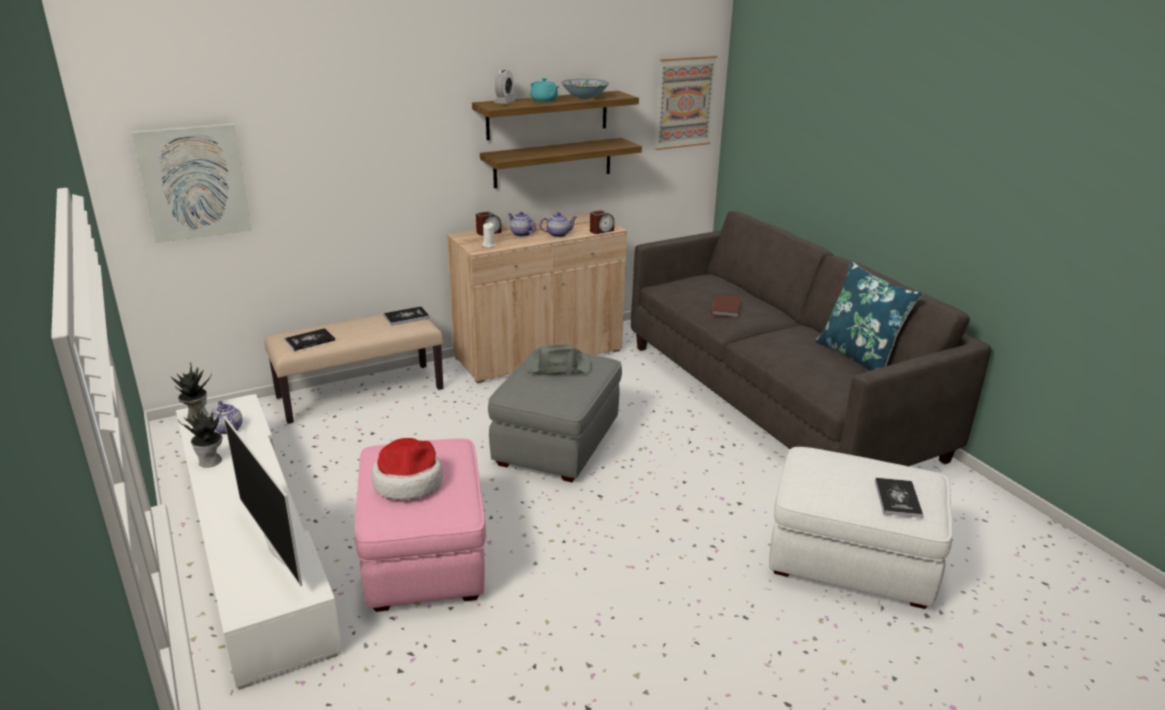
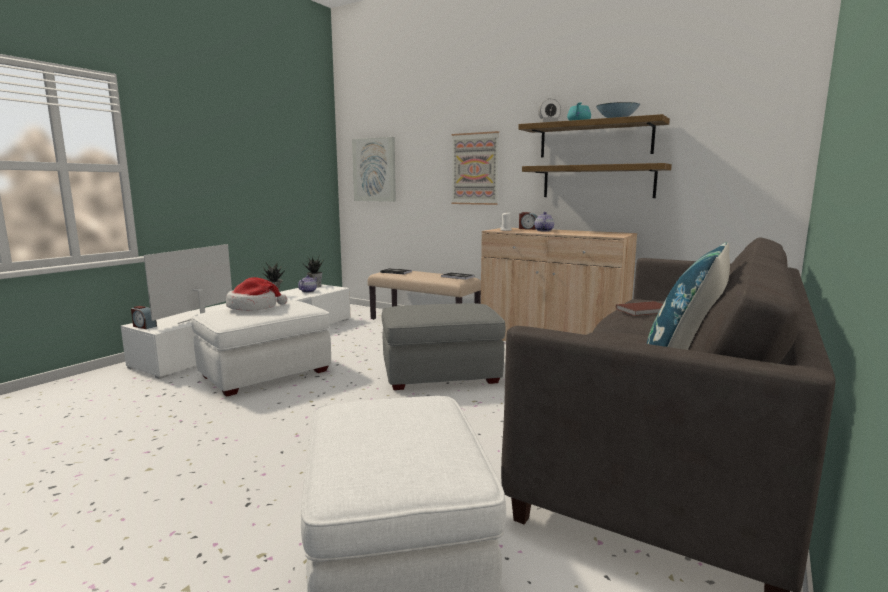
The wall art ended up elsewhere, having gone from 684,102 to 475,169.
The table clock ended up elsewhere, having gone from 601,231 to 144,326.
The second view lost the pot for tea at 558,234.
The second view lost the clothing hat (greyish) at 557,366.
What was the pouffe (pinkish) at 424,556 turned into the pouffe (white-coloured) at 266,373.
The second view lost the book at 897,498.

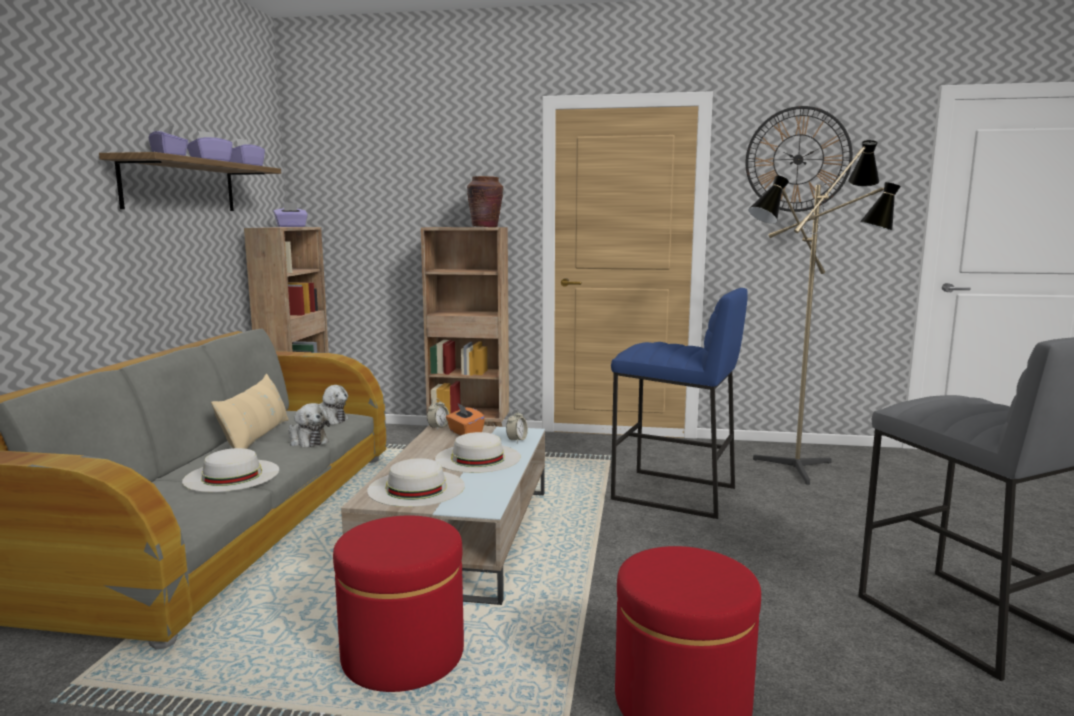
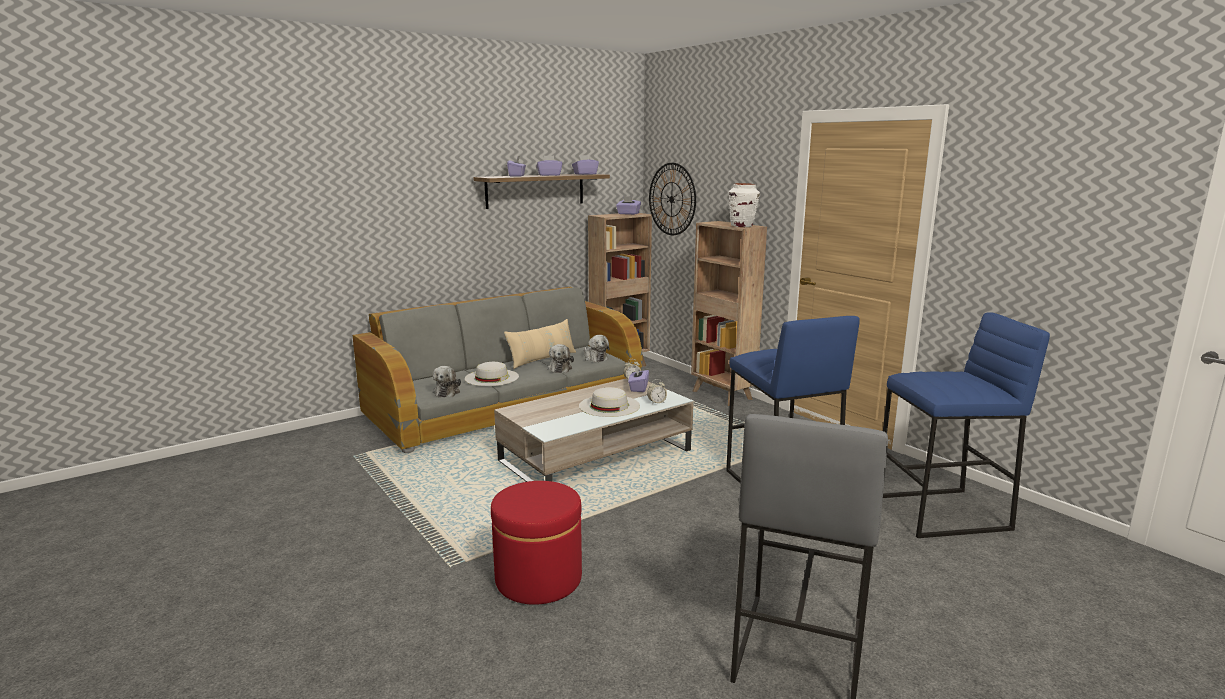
The clock on the wall ended up elsewhere, having gone from 798,159 to 672,199.
Where the floor lamp stood at 804,471, the sitting stool (bluish) came to stand at 942,513.
What was the decorative vase (brownish) at 485,227 turned into the decorative vase (white-coloured) at 742,226.
What was the box of tissues (orangey) at 465,433 turned into the box of tissues (purple) at 638,388.
The second view lost the clothing hat (white-coloured) at 416,488.
The second view lost the pouffe (red) at 403,654.
The second view gained the soft toy at 447,391.

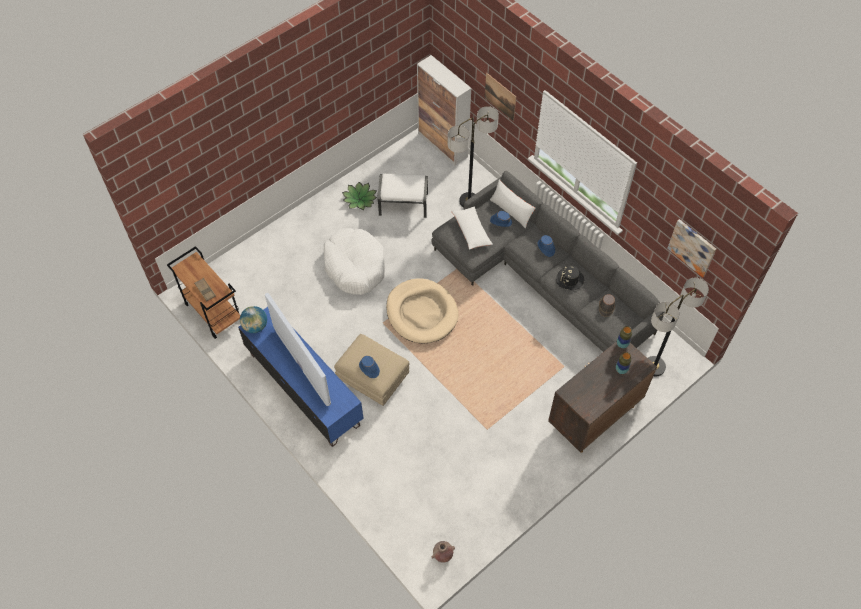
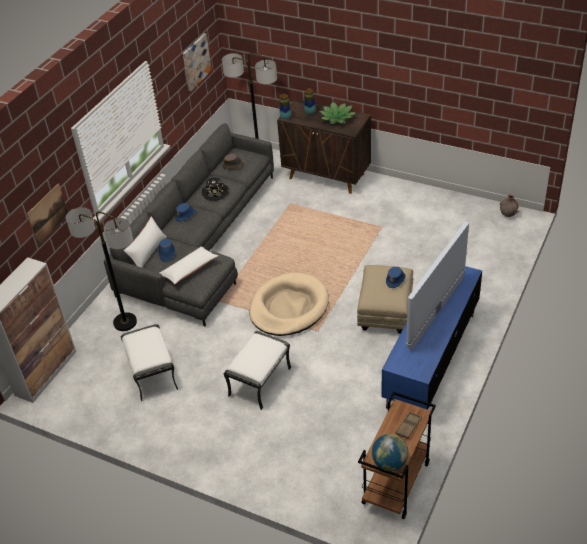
The houseplant ended up elsewhere, having gone from 360,199 to 337,118.
Where the dog cushion (white-coloured) stood at 355,266, the pouffe (white-coloured) came to stand at 259,381.
The world globe ended up elsewhere, having gone from 255,326 to 389,463.

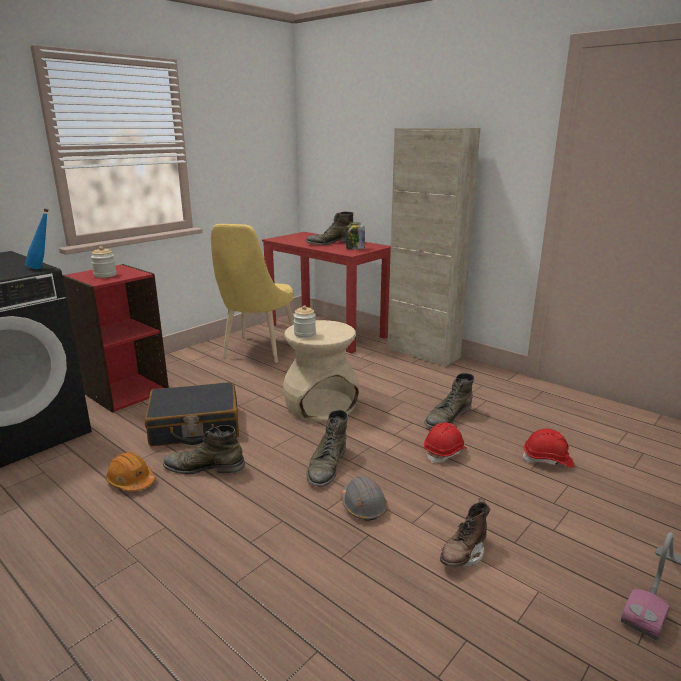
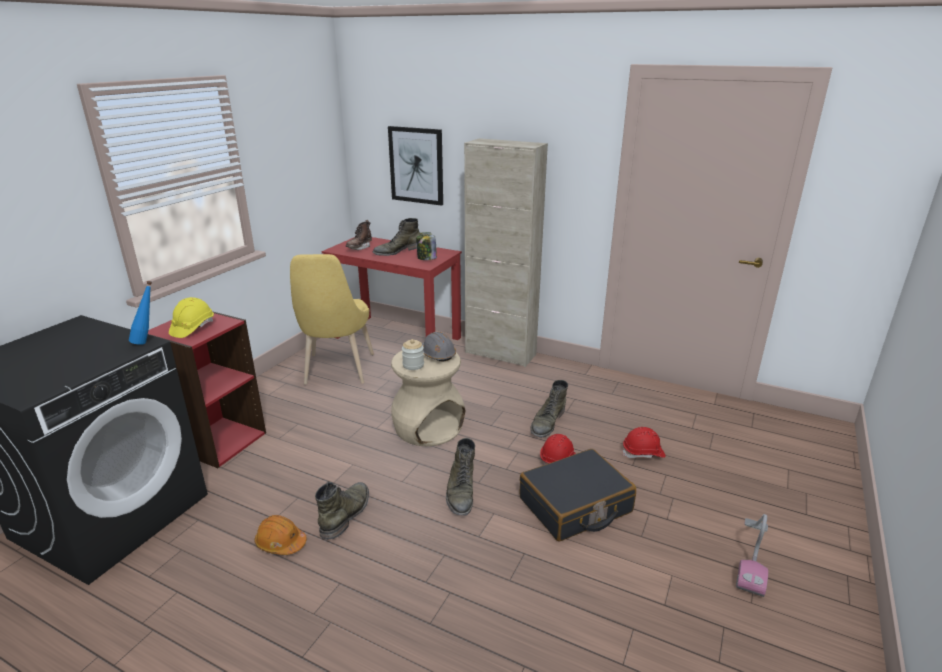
Where the jar stood at 105,275, the safety helmet (yellow) came to stand at 192,328.
The piece of luggage (blackish) ended up elsewhere, having gone from 195,426 to 575,506.
The boot (greenish) at 204,467 ended up facing another way, 120 degrees clockwise from before.
The safety helmet (greyish) ended up elsewhere, having gone from 363,506 to 437,354.
The boot (brownish) ended up elsewhere, having gone from 463,554 to 359,248.
The second view gained the wall art at 416,165.

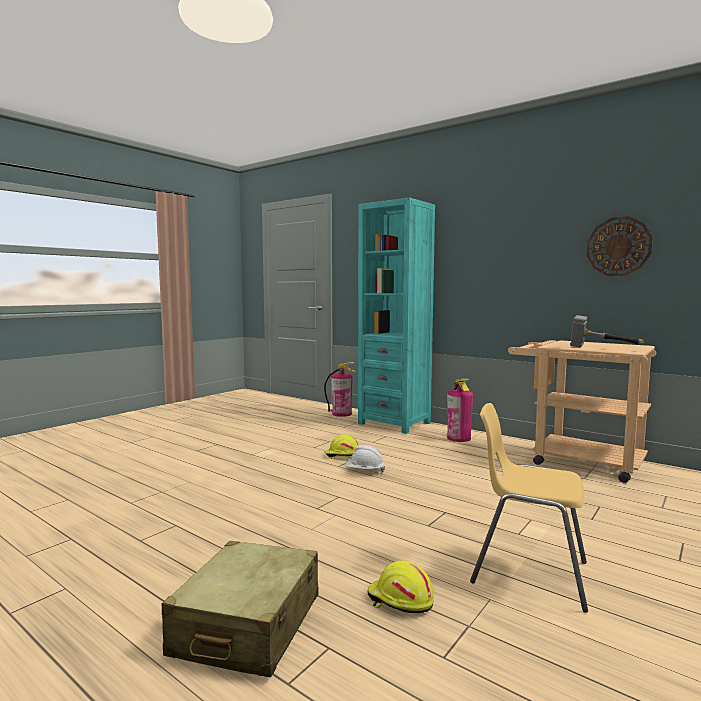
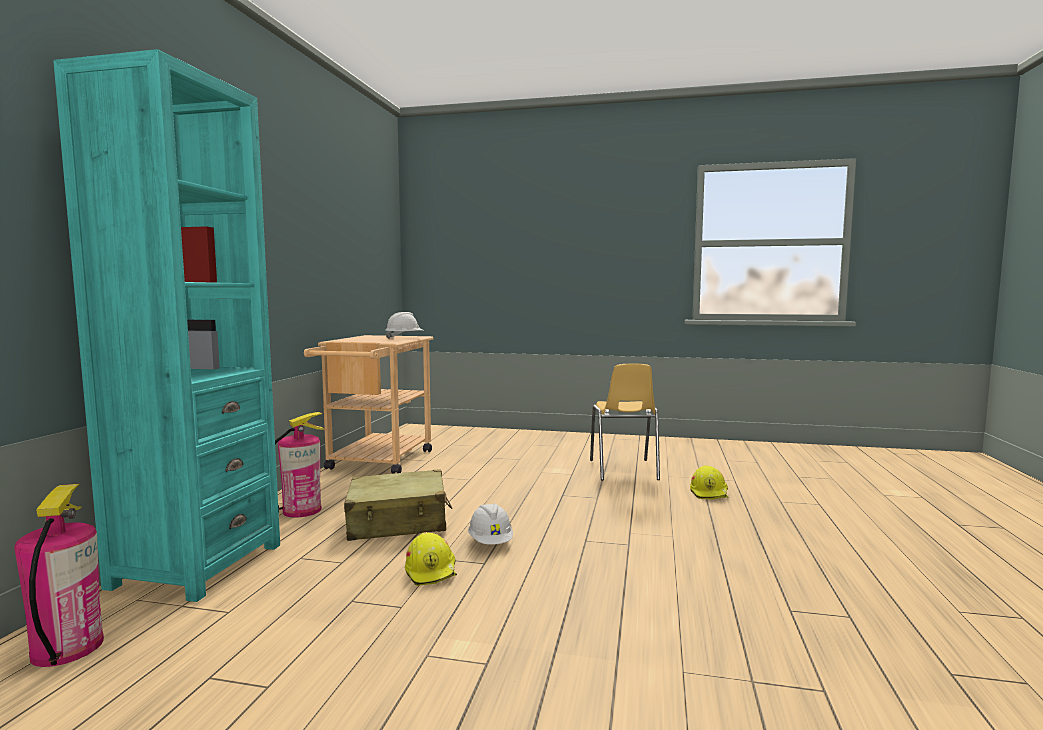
The second view lost the clock on the wall at 618,246.
Where the hammer stood at 602,348, the safety helmet (white-coloured) came to stand at 404,338.
The piece of luggage (beige) ended up elsewhere, having gone from 247,625 to 398,522.

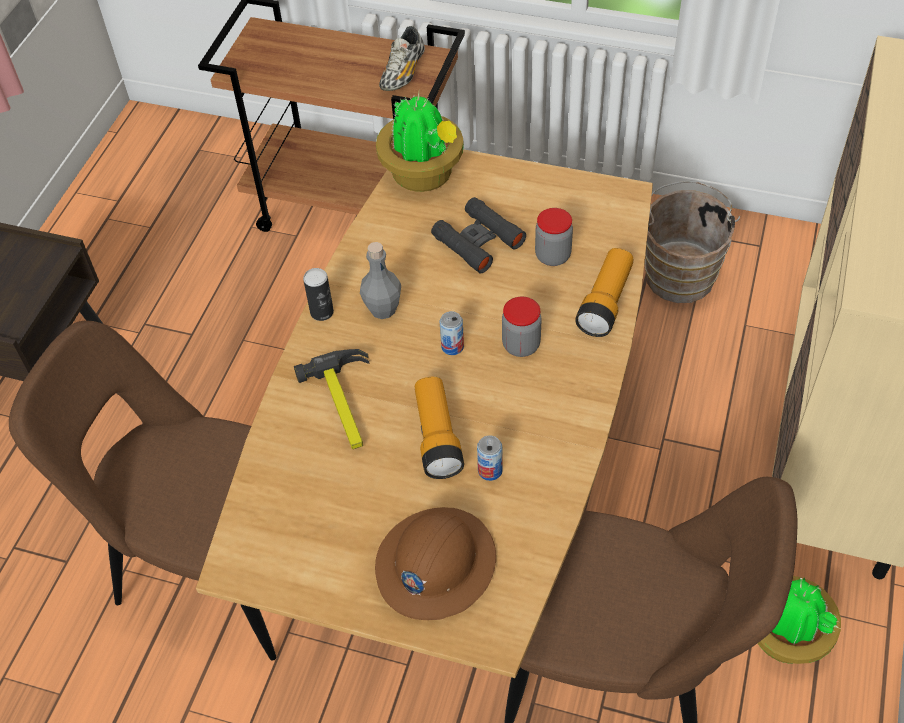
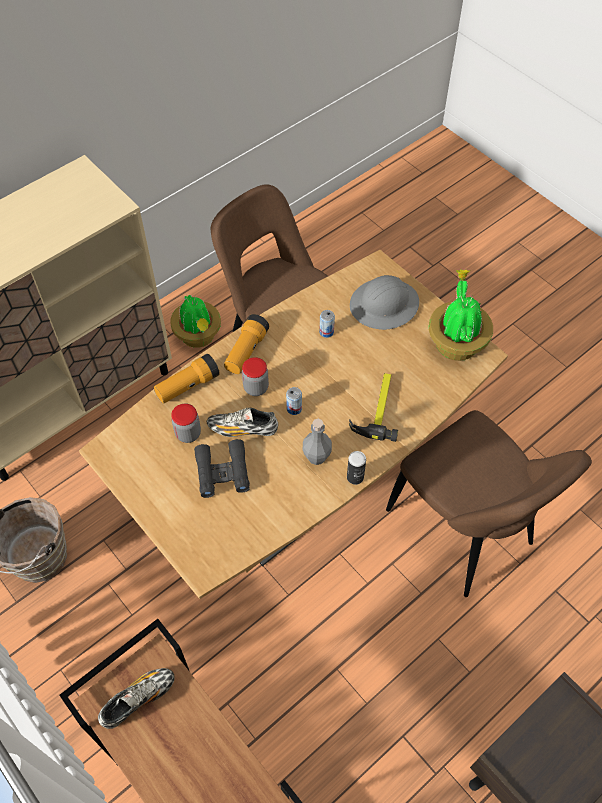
The houseplant ended up elsewhere, having gone from 424,175 to 456,342.
The hand torch ended up elsewhere, having gone from 437,437 to 246,351.
What was the safety helmet (brownish) at 435,564 turned into the safety helmet (greyish) at 384,305.
The second view gained the item of footwear at 243,429.

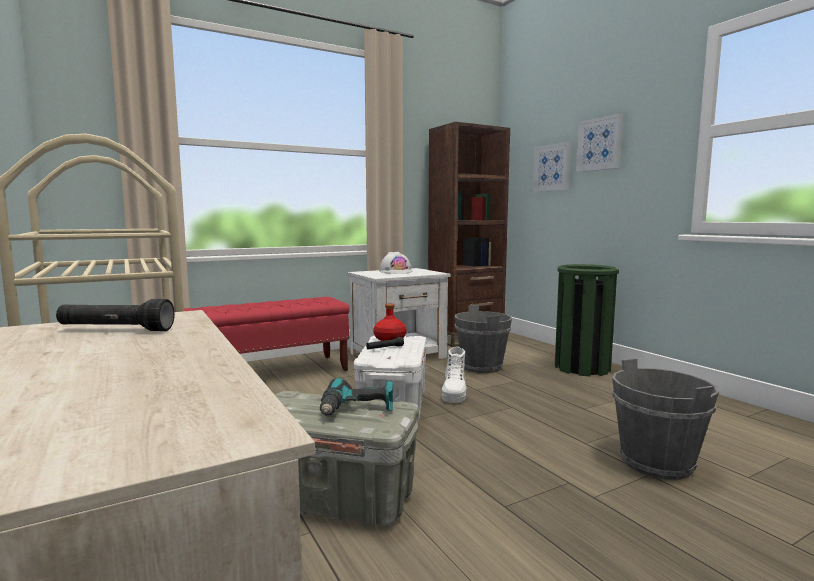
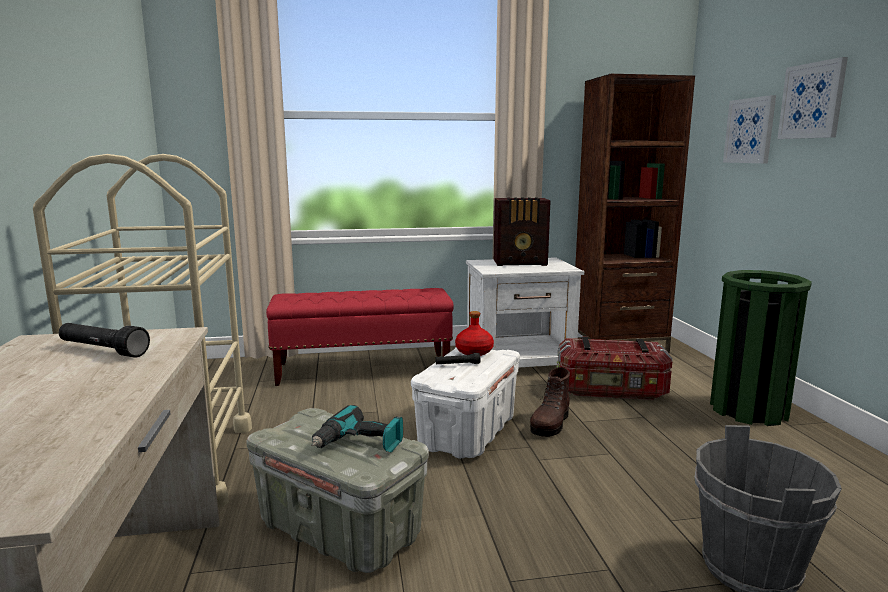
Where the safety helmet (white-coloured) stood at 396,271, the radio receiver came to stand at 521,263.
Where the pail (greyish) stood at 482,367, the storage box came to stand at 611,391.
What was the boot (white-coloured) at 454,394 turned into the boot (brownish) at 550,424.

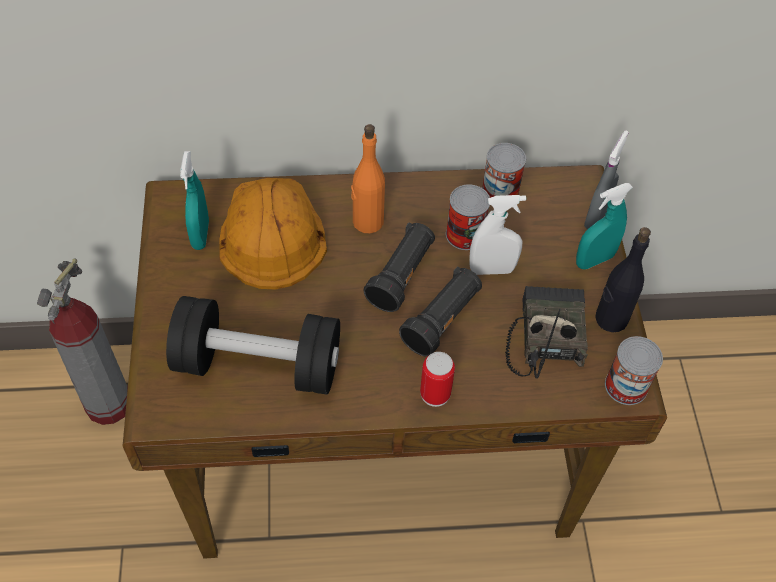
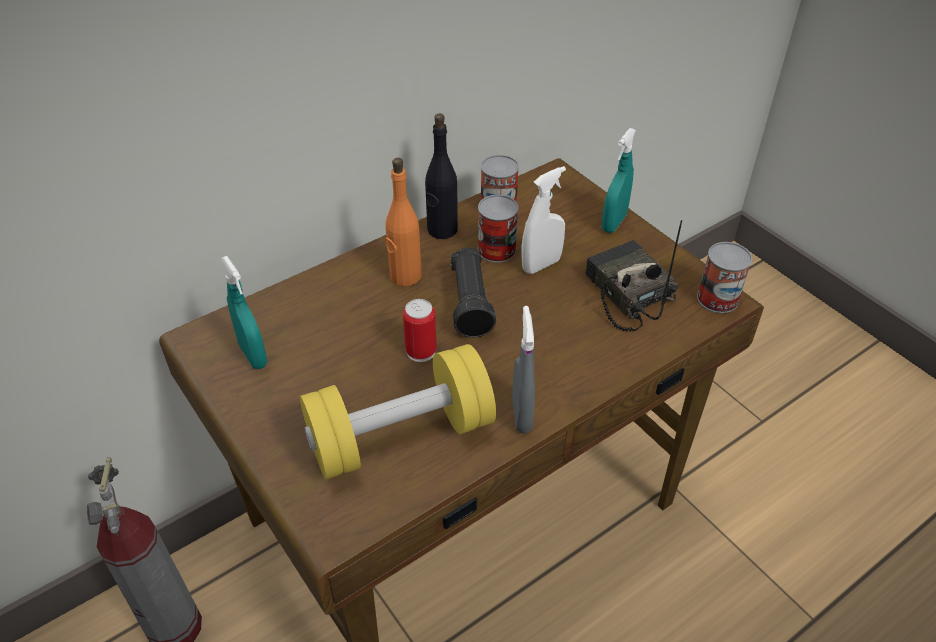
The hand sprayer (greyish) ended up elsewhere, having gone from 596,217 to 521,415.
The second view lost the safety helmet (orangey) at 271,233.
The beverage bottle (blackish) ended up elsewhere, having gone from 610,319 to 442,230.
The second view lost the hand torch (blackish) at 442,320.
What was the dumbbell (blackish) at 258,364 turned into the dumbbell (yellow) at 400,436.
The sealed can ended up elsewhere, having gone from 435,393 to 421,351.

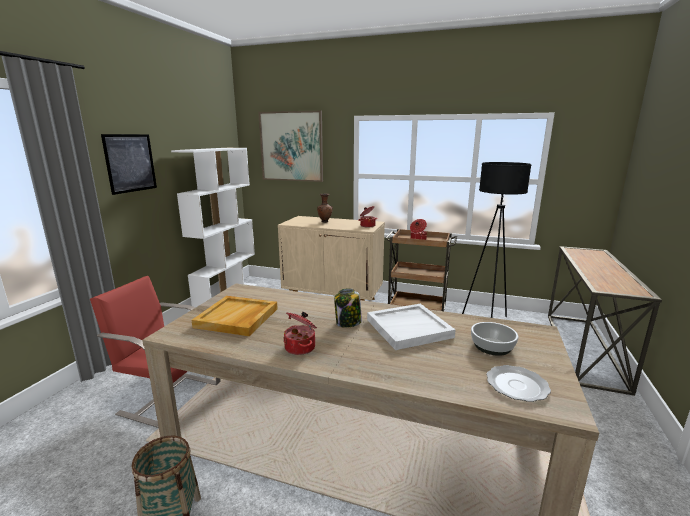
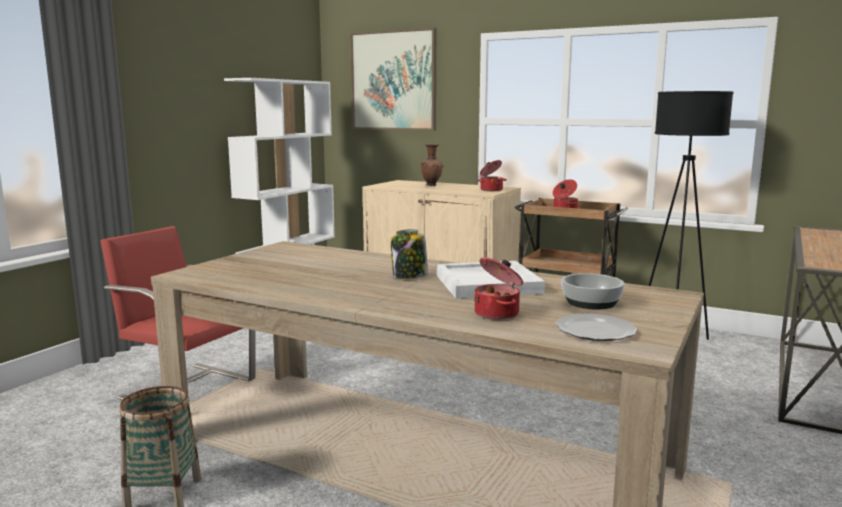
The second view lost the wall art at 130,163.
The second view lost the carrying tray (beige) at 237,318.
The saucepot ended up elsewhere, having gone from 301,347 to 498,314.

